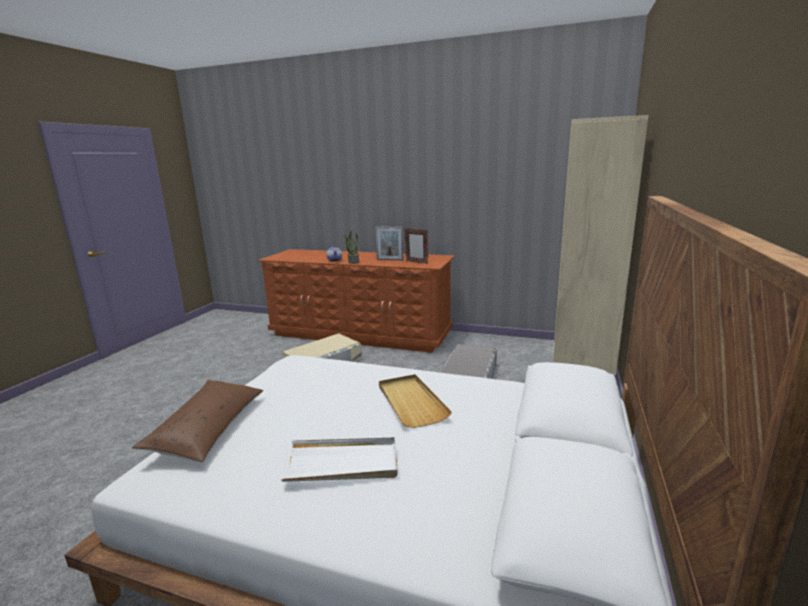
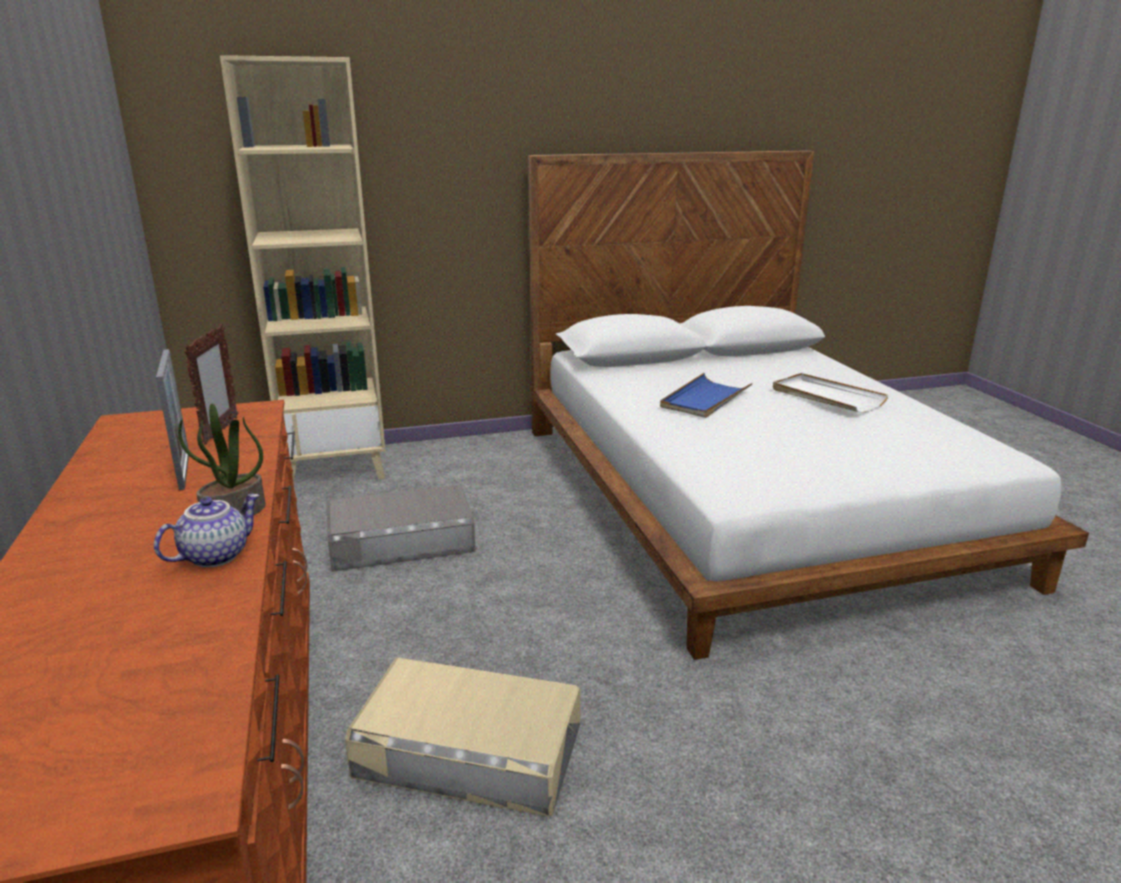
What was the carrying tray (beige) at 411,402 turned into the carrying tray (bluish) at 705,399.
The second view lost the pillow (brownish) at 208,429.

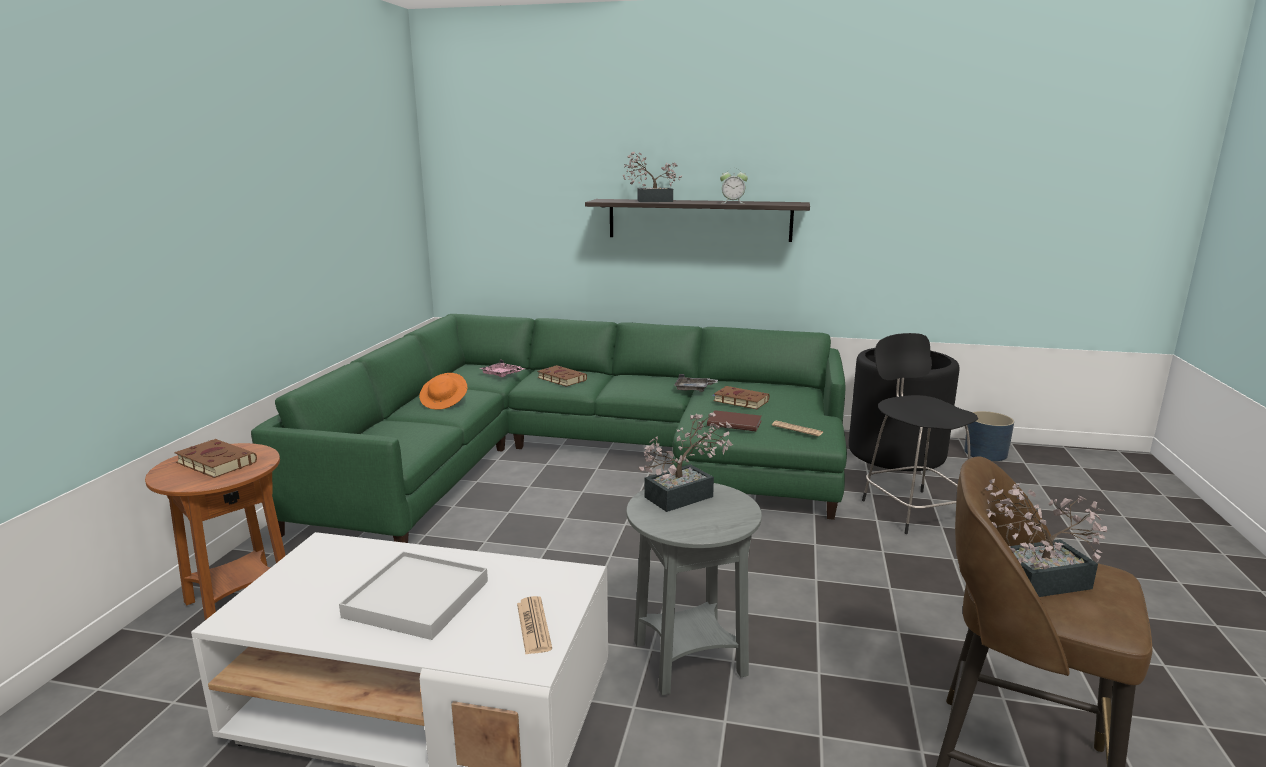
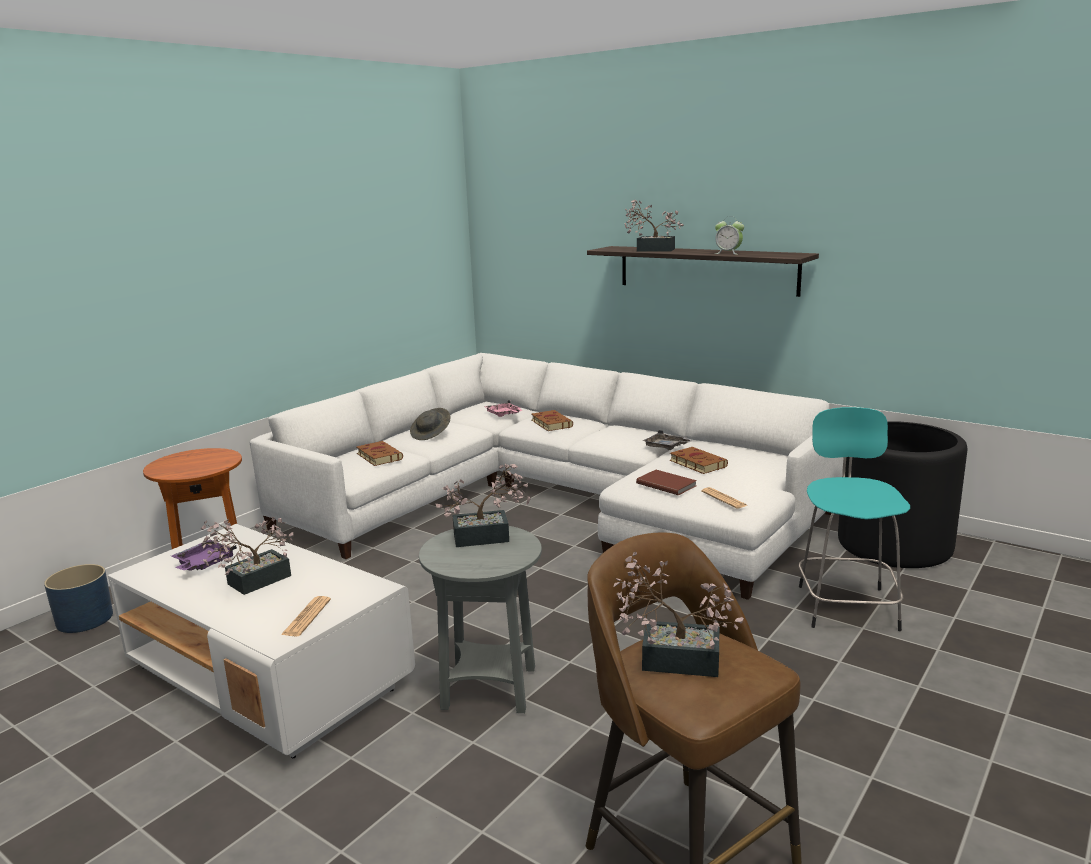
What was the sofa (greenish) at 580,456 turned into the sofa (white-coloured) at 556,501.
What was the sitting stool (blackish) at 912,509 turned into the sitting stool (turquoise-coloured) at 846,605.
What was the clothing hat (orangey) at 444,402 turned into the clothing hat (greyish) at 431,434.
The flower pot (bluish) ended up elsewhere, having gone from 985,453 to 84,619.
The book (brownish) ended up elsewhere, having gone from 214,462 to 378,456.
Where the carrying tray (white-coloured) stood at 417,598, the houseplant came to stand at 252,582.
The second view gained the carrying tray (purple) at 203,564.

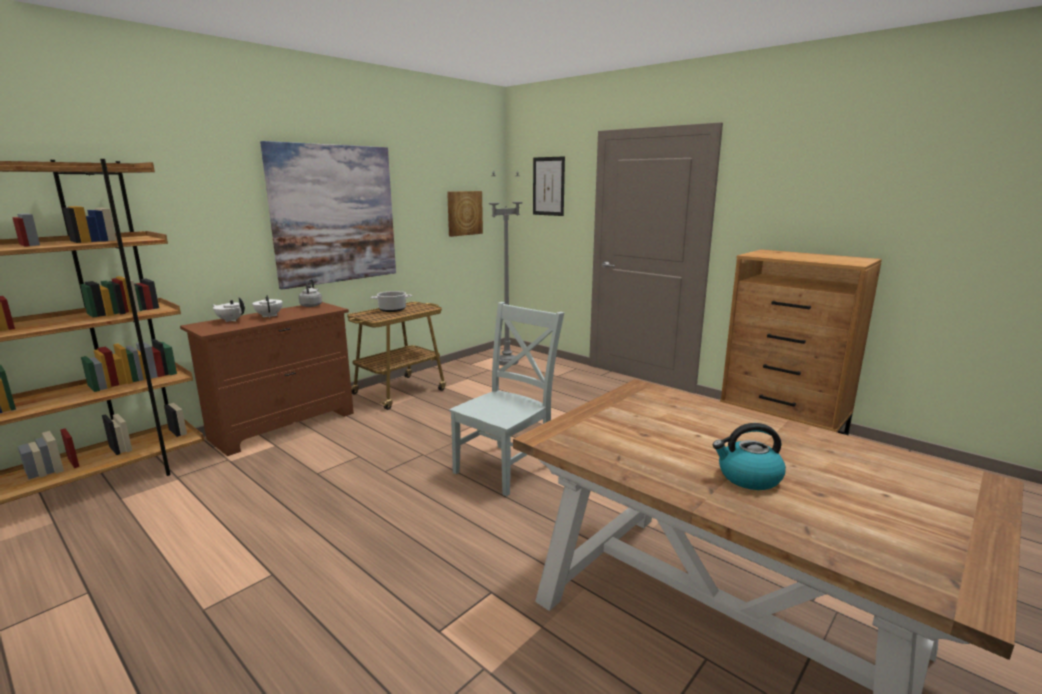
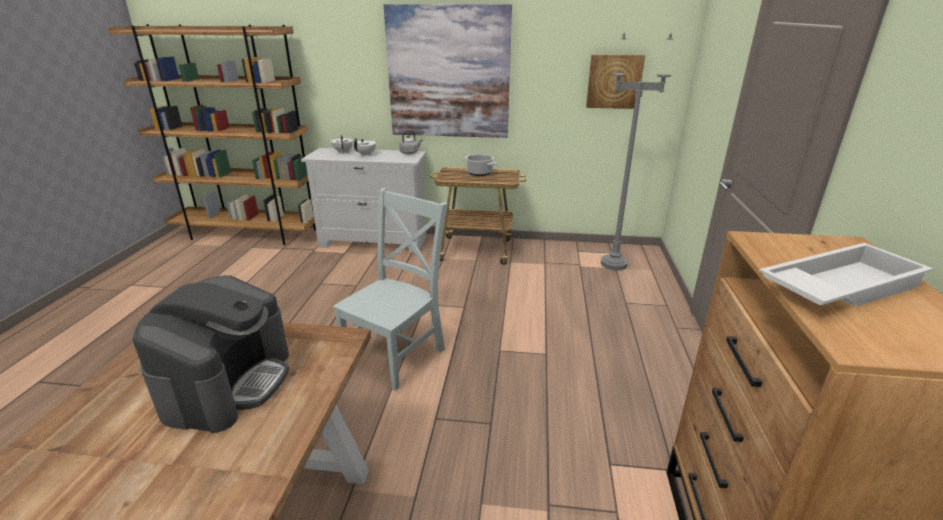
The second view lost the wall art at 548,186.
What was the dresser (brownish) at 284,425 turned into the dresser (white-coloured) at 374,241.
The chair (greyish) at 507,467 ended up facing another way, 60 degrees counterclockwise from before.
The second view lost the tea kettle at 748,477.
The second view gained the carrying tray (white-coloured) at 837,286.
The second view gained the coffee maker at 228,382.

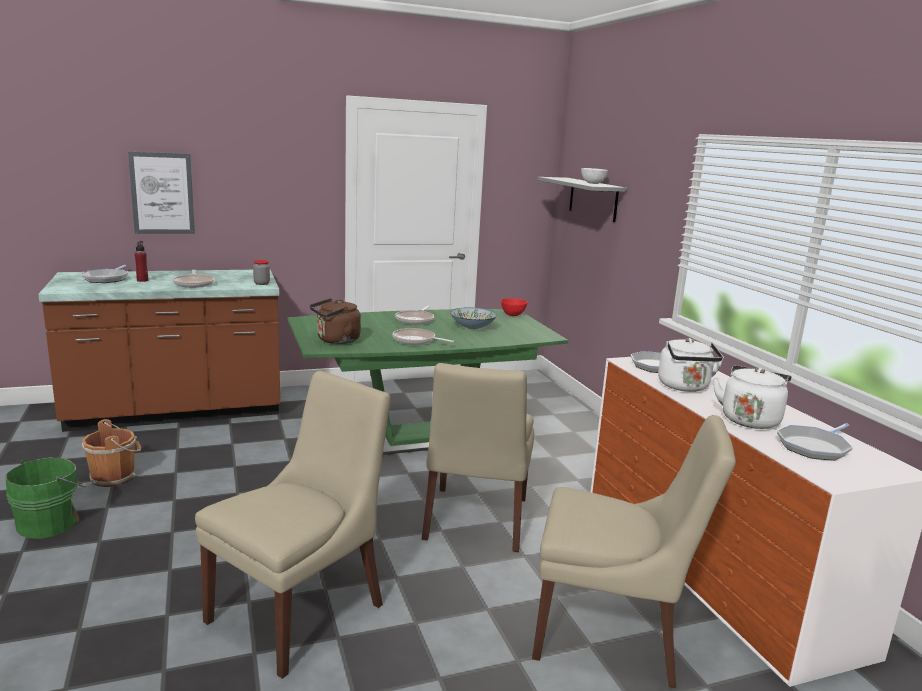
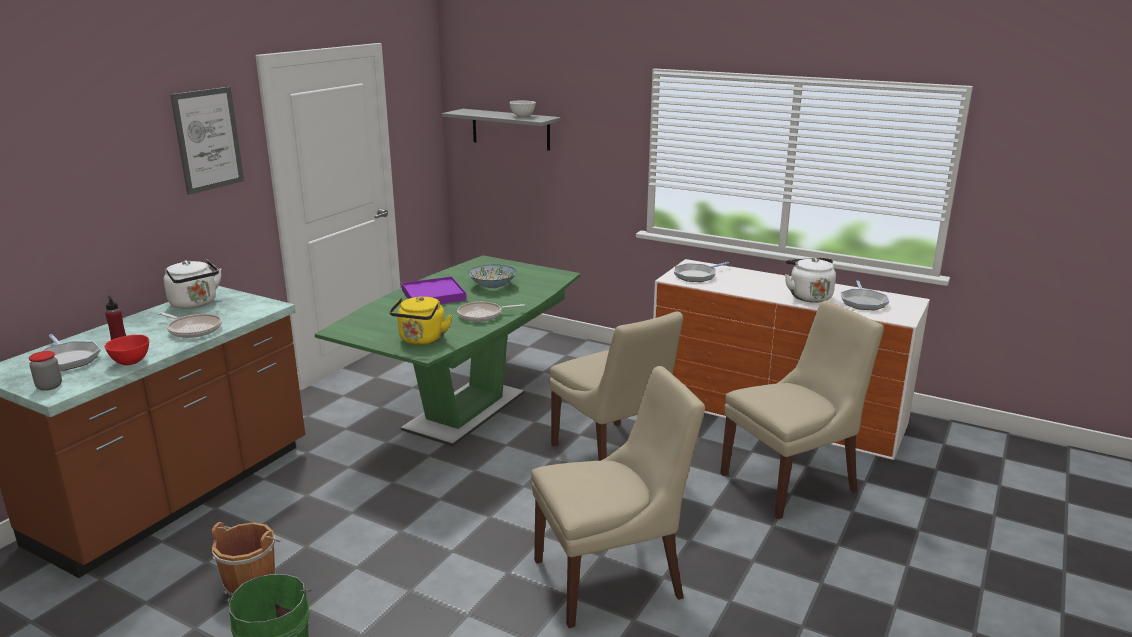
The wall art ended up elsewhere, having gone from 162,193 to 208,139.
The jar ended up elsewhere, having gone from 261,283 to 49,386.
What was the tea kettle (brownish) at 336,341 turned into the tea kettle (yellow) at 421,340.
The deep dish (red) ended up elsewhere, having gone from 513,315 to 131,362.
Where the skillet stood at 415,320, the carrying tray (purple) came to stand at 433,295.
The tea kettle (white-coloured) ended up elsewhere, having gone from 685,387 to 195,304.
The chair (beige) at 300,610 ended up facing another way, 75 degrees clockwise from before.

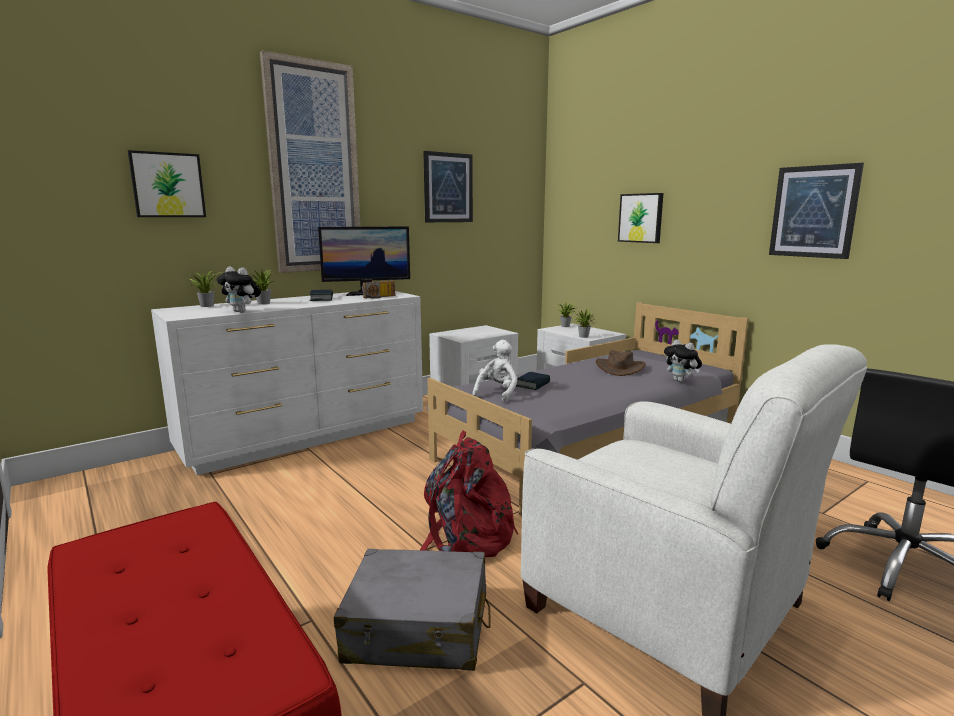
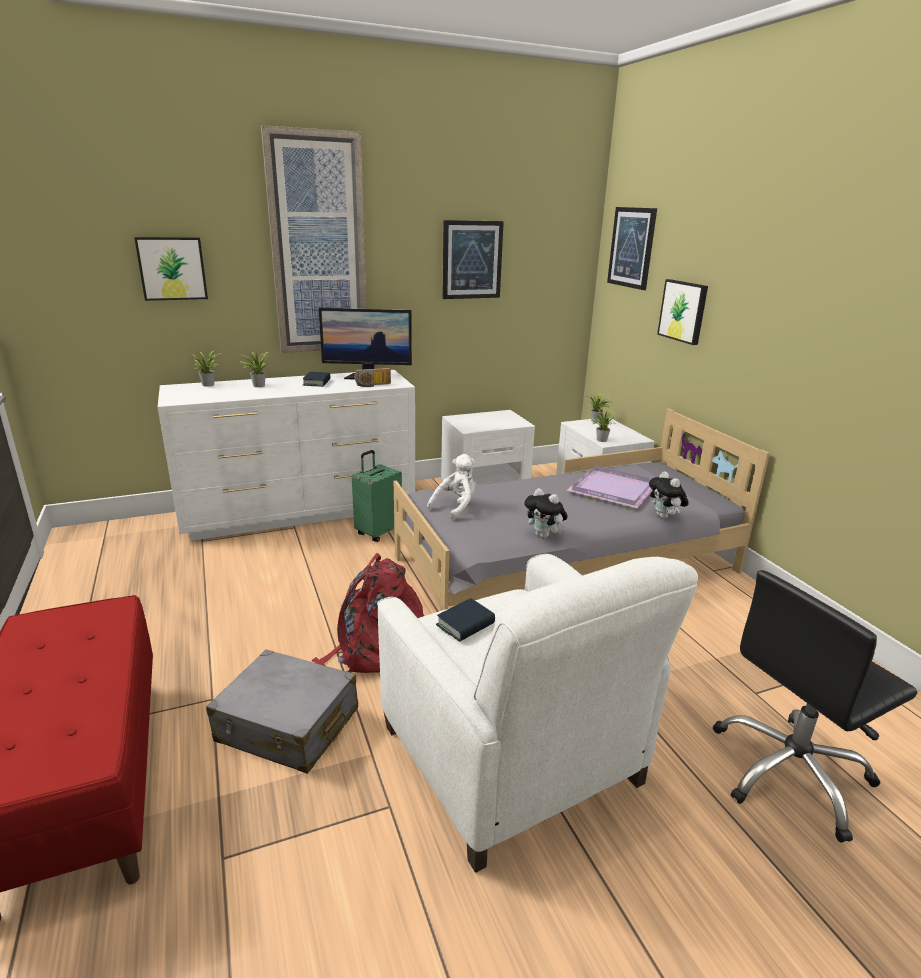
The wall art ended up elsewhere, having gone from 814,211 to 632,247.
The soft toy ended up elsewhere, having gone from 242,311 to 544,536.
Where the clothing hat (brownish) stood at 619,368, the carrying tray (purple) came to stand at 611,489.
The book ended up elsewhere, having gone from 533,384 to 465,624.
The second view gained the piece of luggage (greenish) at 378,532.

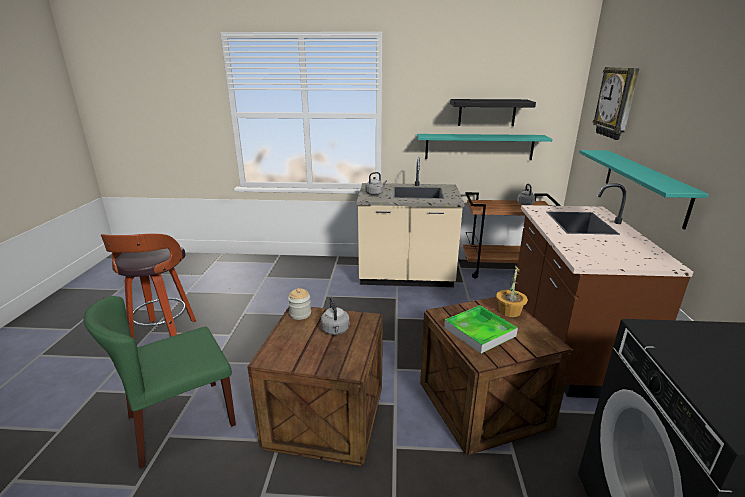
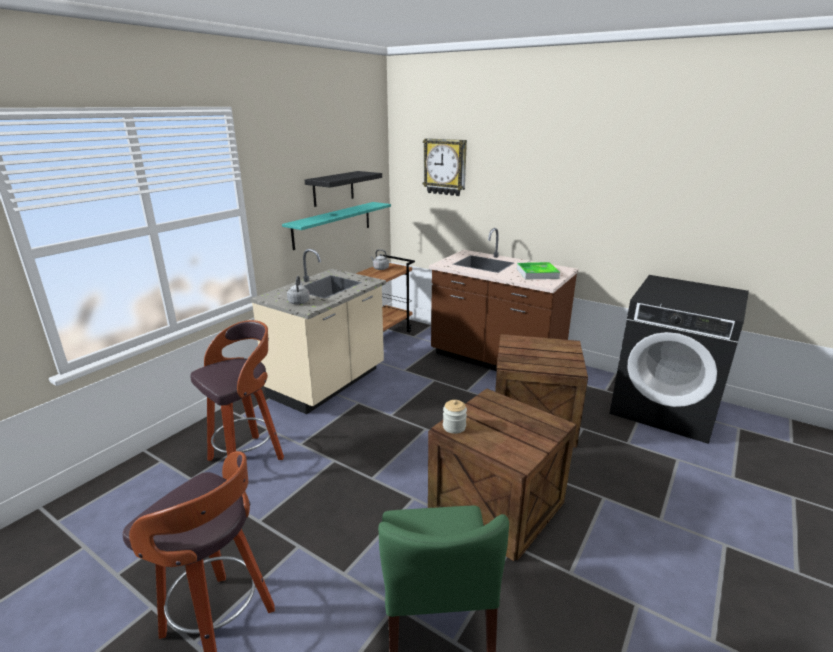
The second view lost the bracket shelf (turquoise-coloured) at 644,185.
The second view lost the houseplant at 509,311.
The second view lost the tea kettle (greyish) at 335,330.
The carrying tray ended up elsewhere, having gone from 479,331 to 537,273.
The second view gained the sitting stool at 248,458.

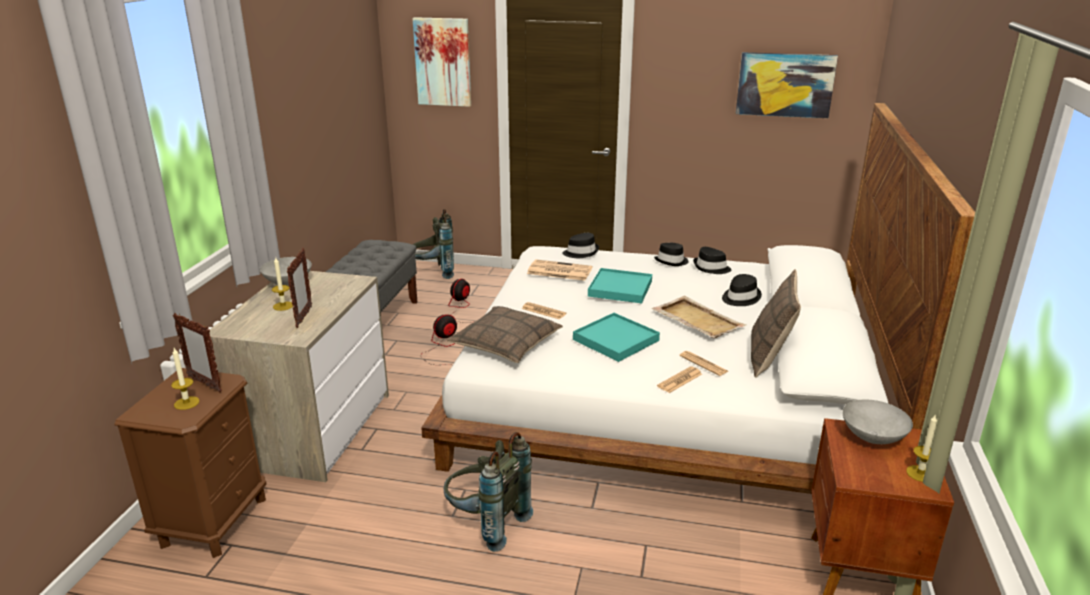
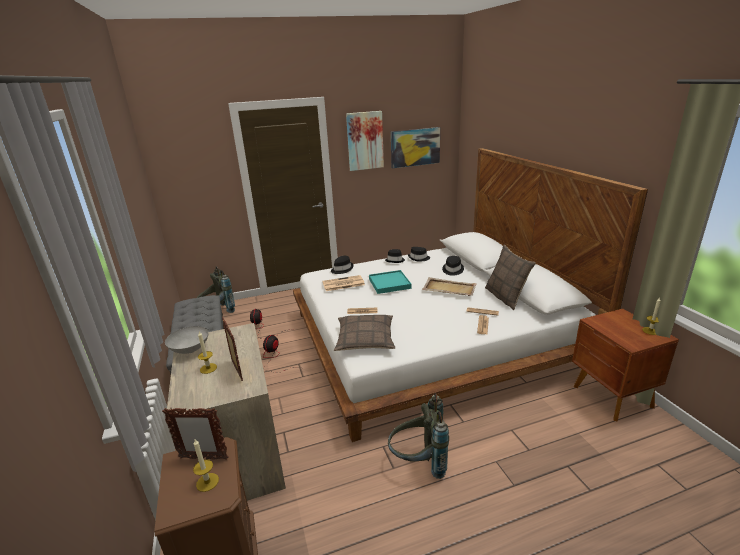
The wall art ended up elsewhere, having gone from 443,62 to 365,141.
The second view lost the carrying tray (turquoise-coloured) at 616,340.
The second view lost the deep dish (greyish) at 871,437.

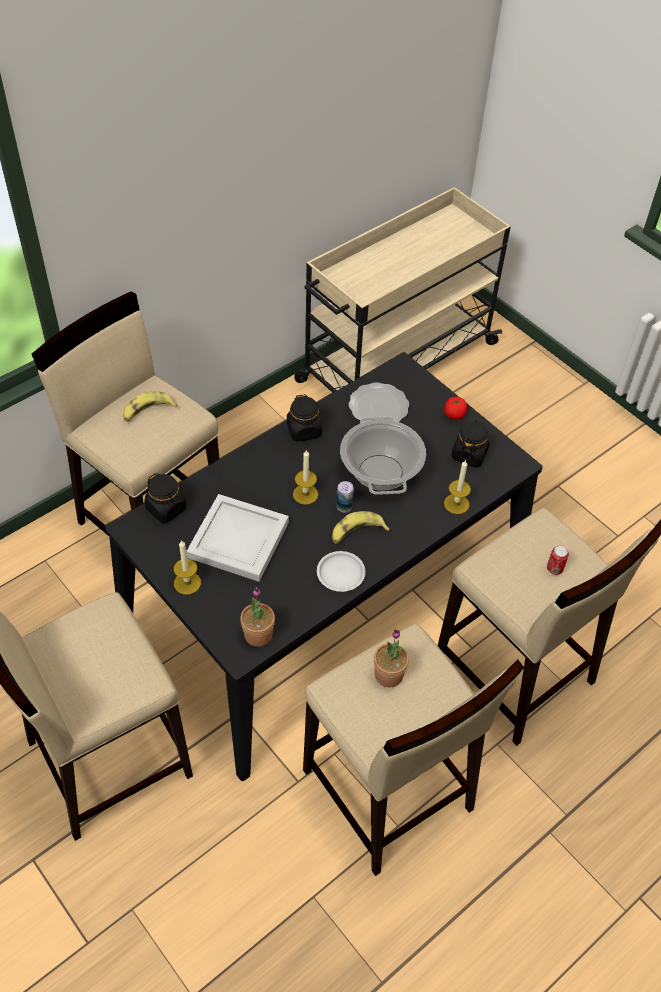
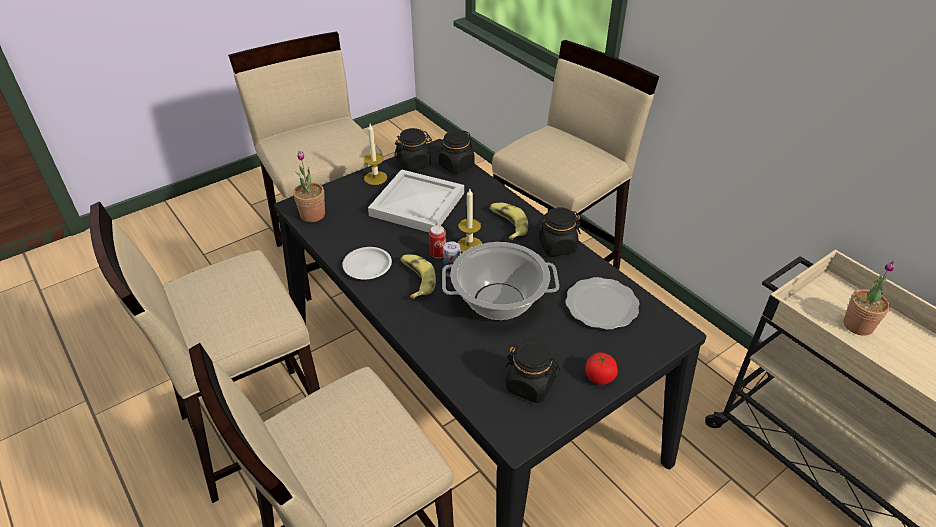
The banana ended up elsewhere, having gone from 147,411 to 507,224.
The second view lost the wax candle at 456,504.
The sealed can ended up elsewhere, having gone from 554,569 to 438,254.
The houseplant ended up elsewhere, having gone from 388,675 to 858,325.
The second view gained the jar (blackish) at 414,163.

